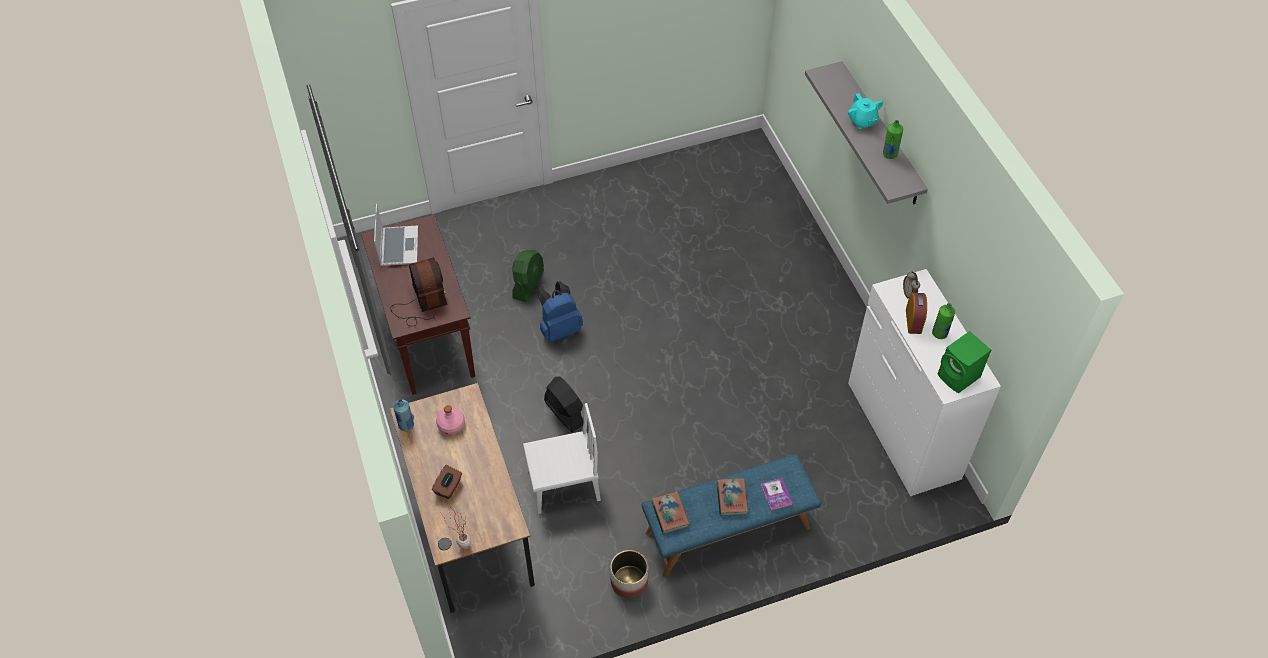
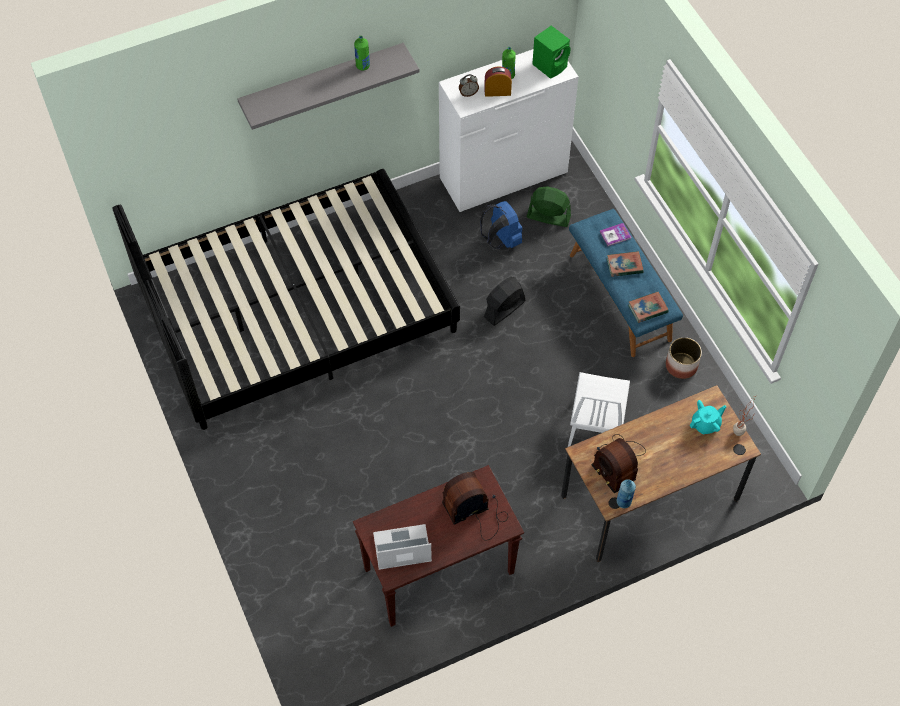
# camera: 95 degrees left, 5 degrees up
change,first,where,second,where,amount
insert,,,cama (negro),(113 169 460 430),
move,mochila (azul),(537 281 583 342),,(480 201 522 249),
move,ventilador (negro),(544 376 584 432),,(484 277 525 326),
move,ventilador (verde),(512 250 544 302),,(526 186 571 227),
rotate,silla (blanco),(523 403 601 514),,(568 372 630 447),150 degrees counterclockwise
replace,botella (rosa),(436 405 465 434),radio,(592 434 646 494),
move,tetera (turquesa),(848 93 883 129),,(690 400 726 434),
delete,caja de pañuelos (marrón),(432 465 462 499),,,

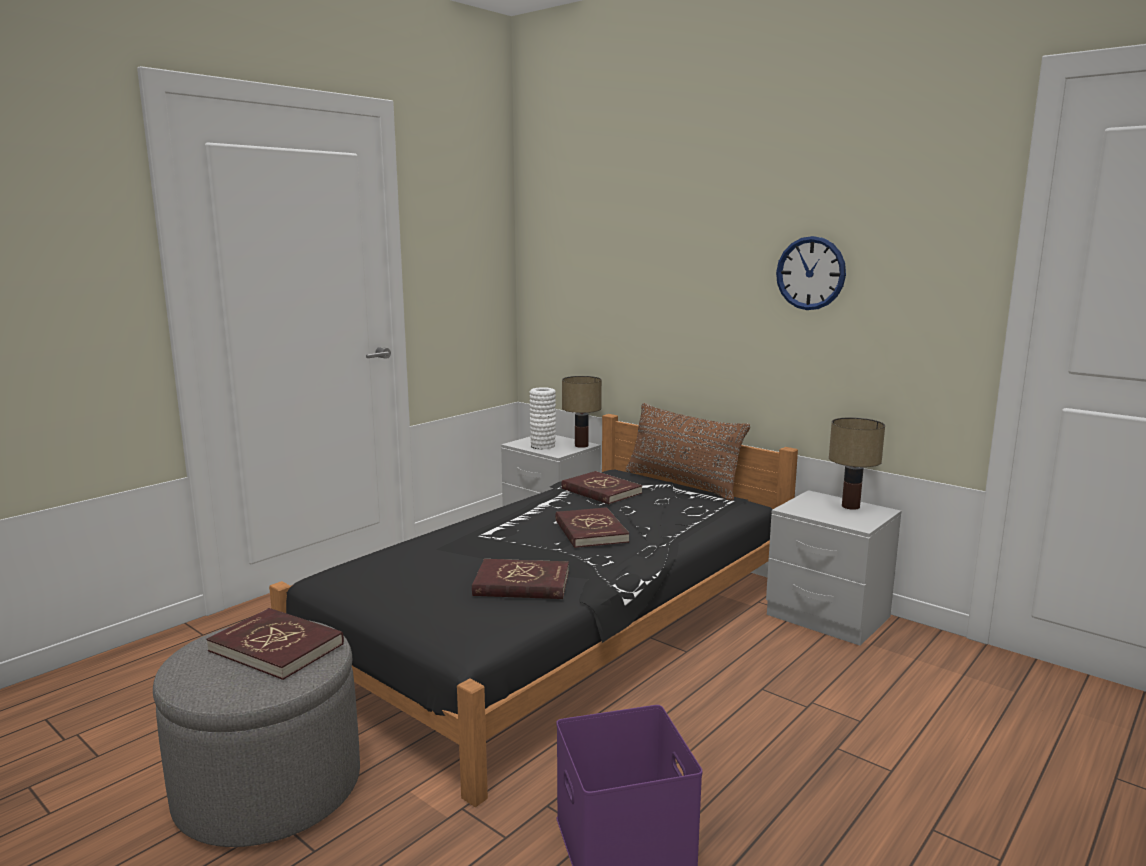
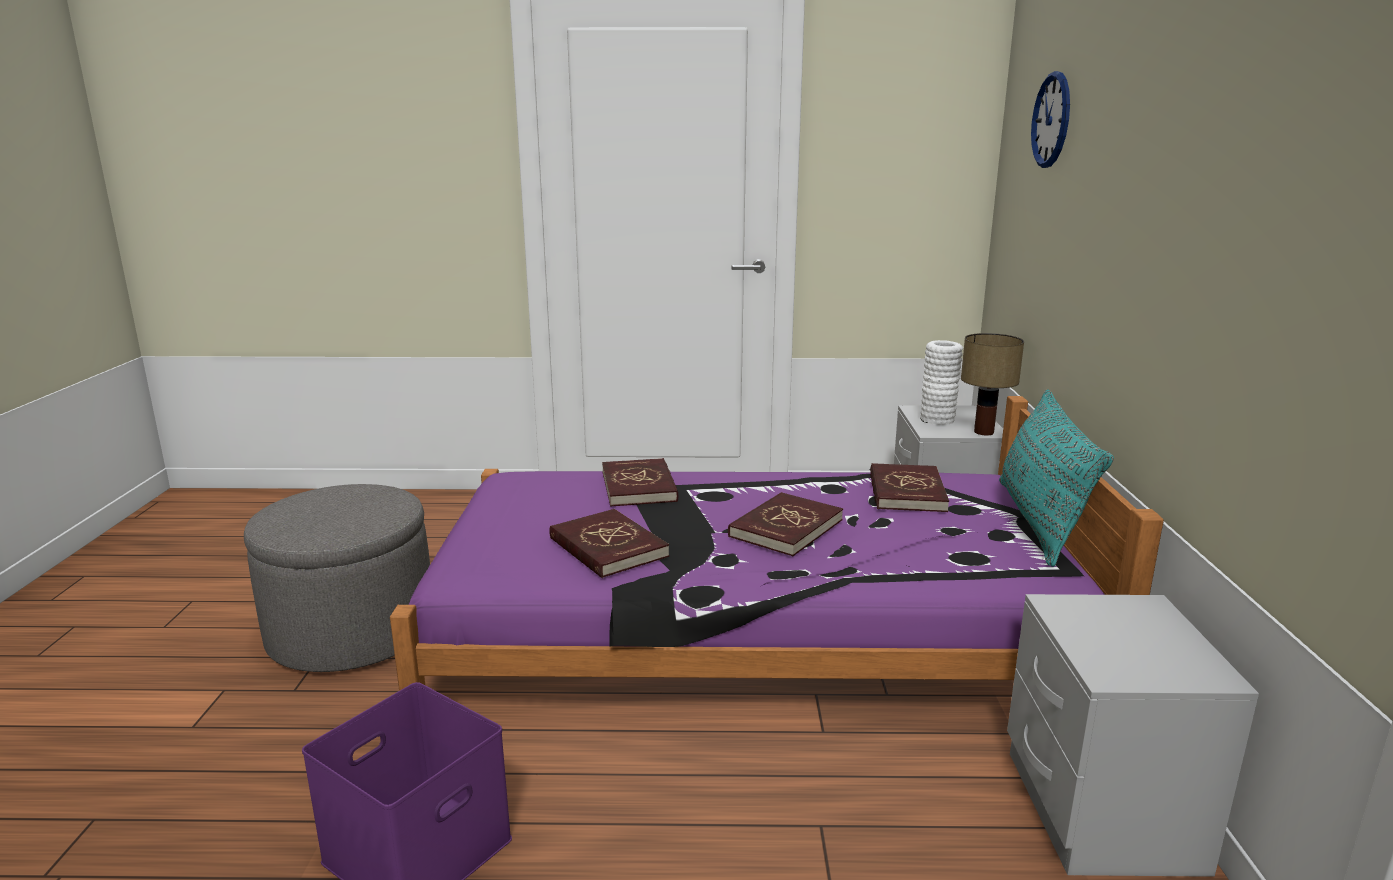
# camera: 50 degrees right, 5 degrees up
change,first,where,second,where,amount
recolor,cama (negro),(269 414 798 807),cama (morado),(390 396 1164 691),
move,libro (rojo),(206 608 344 680),,(602 458 678 507),
recolor,cojín (marrón),(626 403 750 501),cojín (turquesa),(999 389 1114 567),
move,reloj de pared,(776 236 846 310),,(1031 71 1070 168),
delete,lámpara de mesa,(829 417 885 510),,,

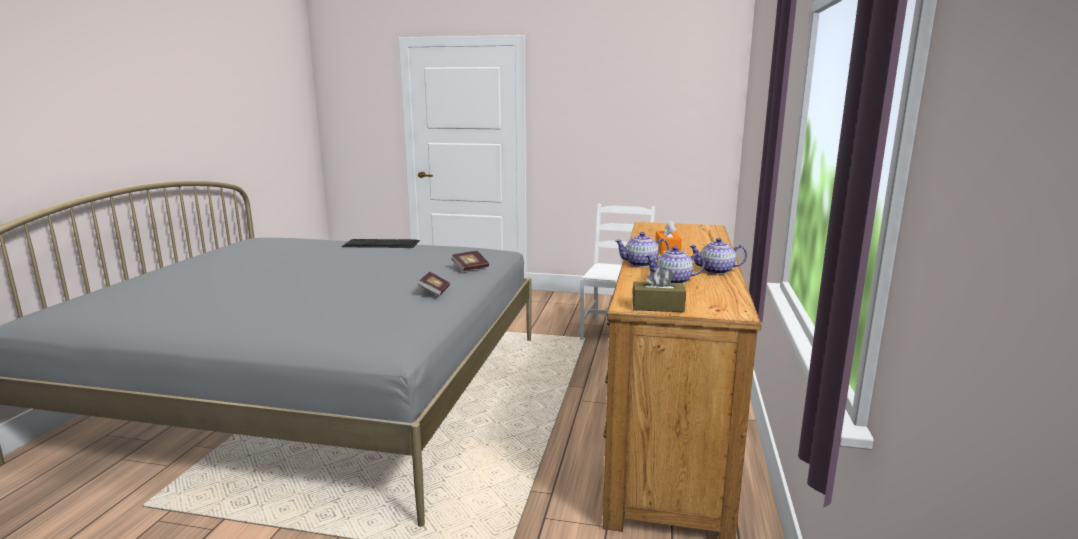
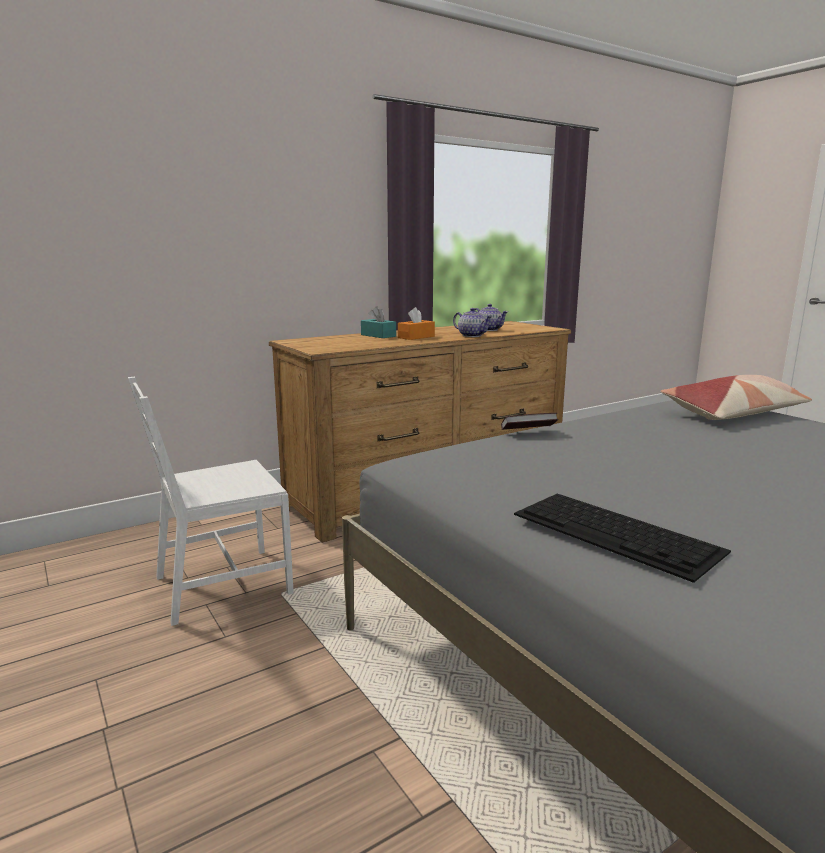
# camera: 135 degrees left, 0 degrees up
change,first,where,second,where,amount
insert,,,caja de pañuelos (turquesa),(361 306 396 338),
insert,,,cojín,(660 375 812 420),
delete,libro,(418 272 450 296),,,
delete,caja de pañuelos (marrón),(632 266 686 312),,,
delete,tetera,(689 238 747 275),,,

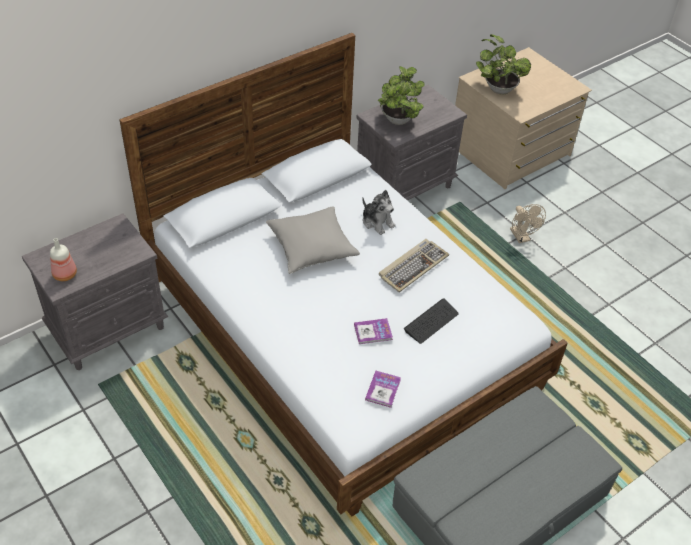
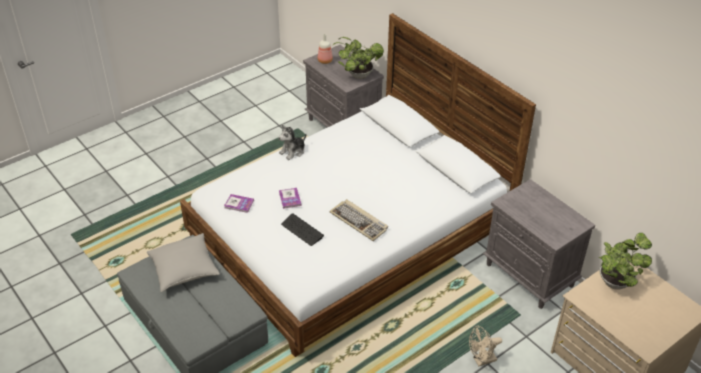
# camera: 90 degrees right, 5 degrees down
change,first,where,second,where,amount
move,cojín (gris),(266 207 360 274),,(147 233 220 292),
move,peluche,(362 190 395 235),,(278 125 306 160),
move,planta en maceta,(378 66 425 125),,(332 37 384 79),

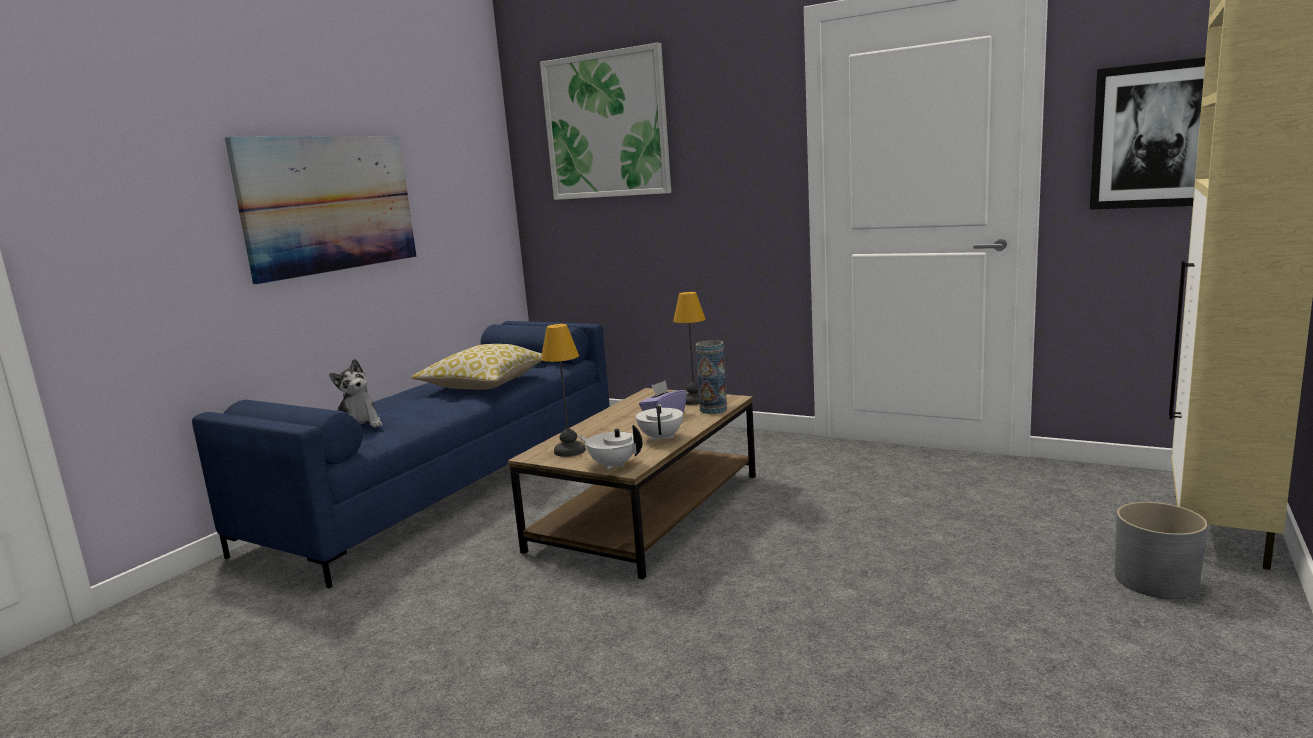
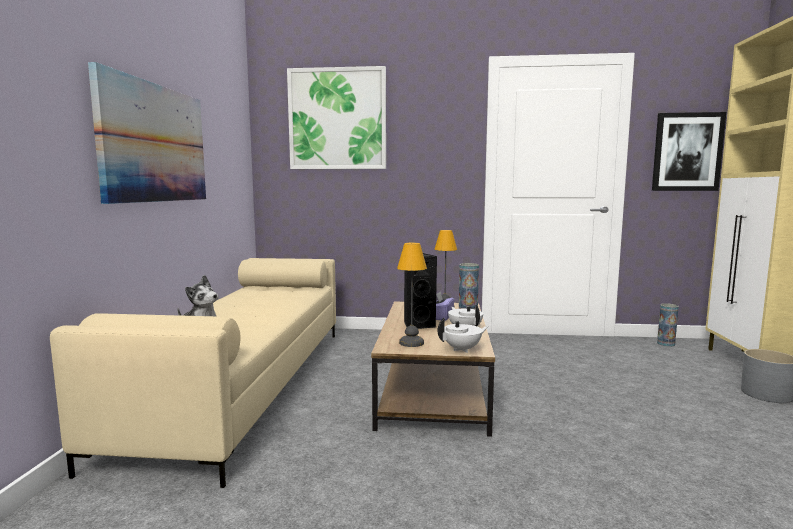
# camera: 25 degrees left, 5 degrees down
change,first,where,second,where,amount
recolor,sofá (azul),(192 321 610 588),sofá (beis),(50 258 336 488),
insert,,,altavoz (negro),(404 253 437 329),
rotate,tetera (blanco),(578 425 643 470),,(438 318 489 353),150 degrees clockwise
insert,,,florero,(657 303 679 347),
delete,cojín,(411 344 542 390),,,

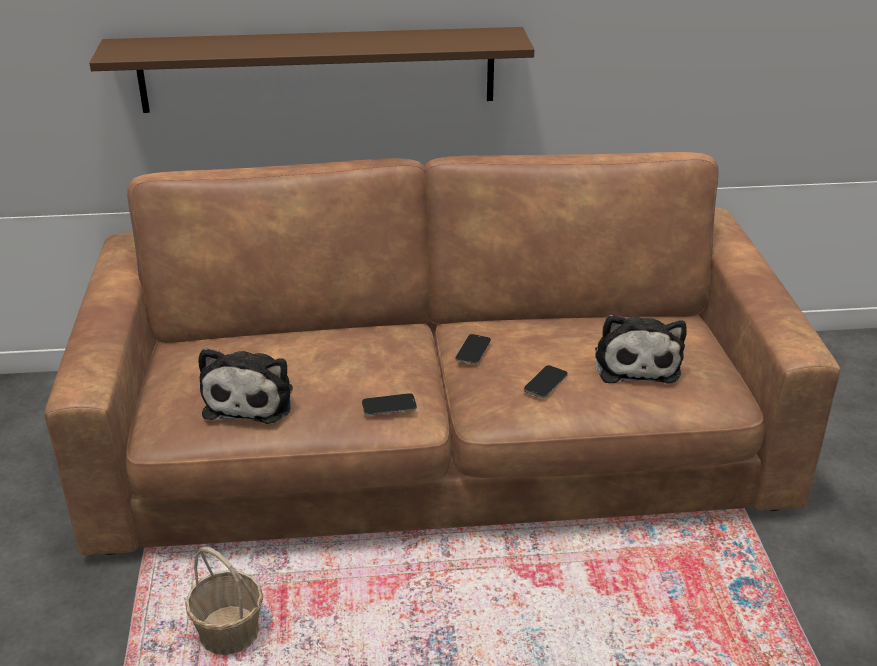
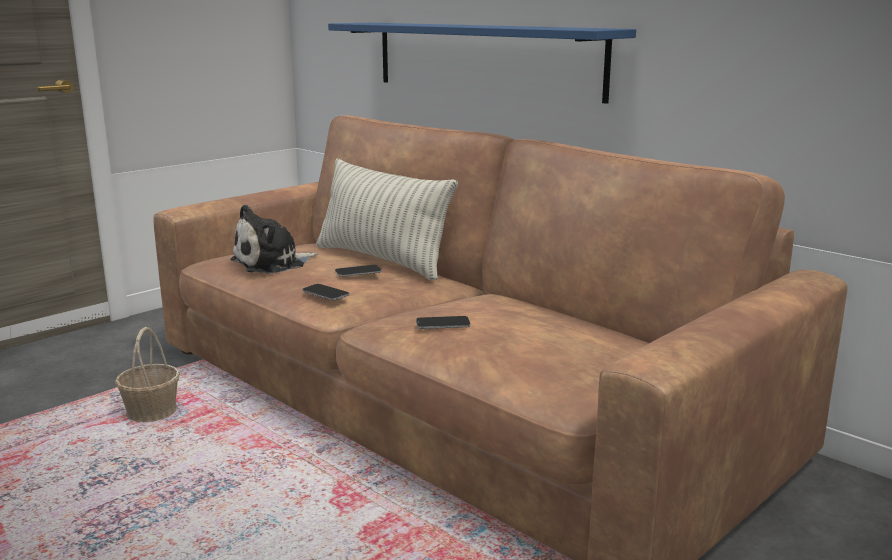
# camera: 50 degrees right, 15 degrees down
change,first,where,second,where,amount
insert,,,cojín,(316 159 458 280),
recolor,estante (marrón),(89 27 534 113),estante (azul),(328 23 636 104),
move,móvil,(455 334 491 364),,(335 265 382 277),
delete,peluche,(595 315 687 384),,,

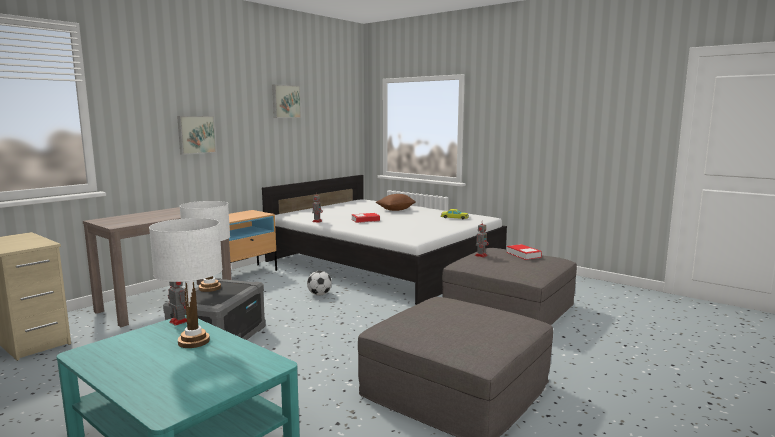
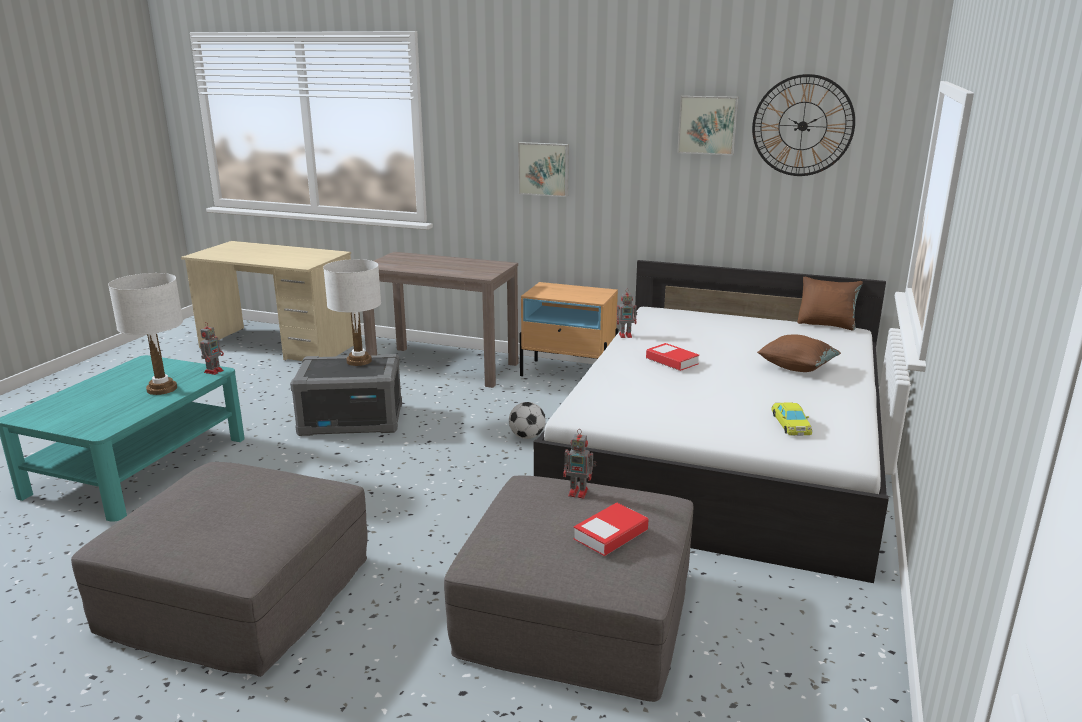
# camera: 70 degrees right, 10 degrees up
change,first,where,second,where,amount
insert,,,reloj de pared,(752 74 855 176),
insert,,,cojín (marrón),(797 277 863 330),

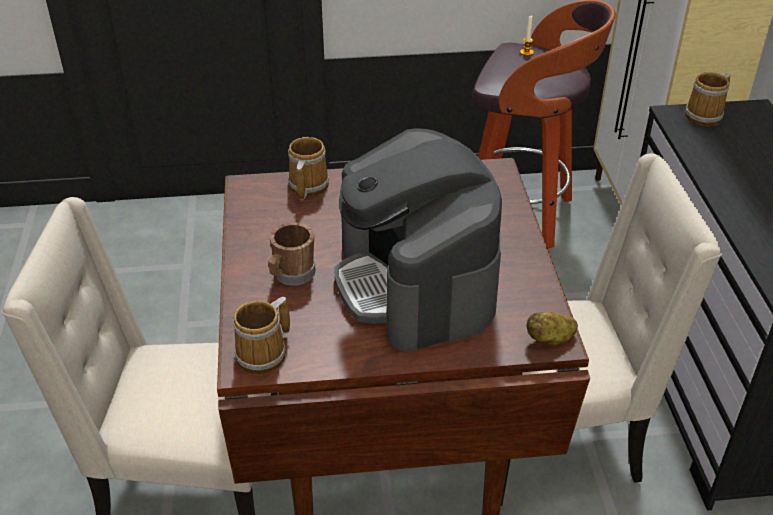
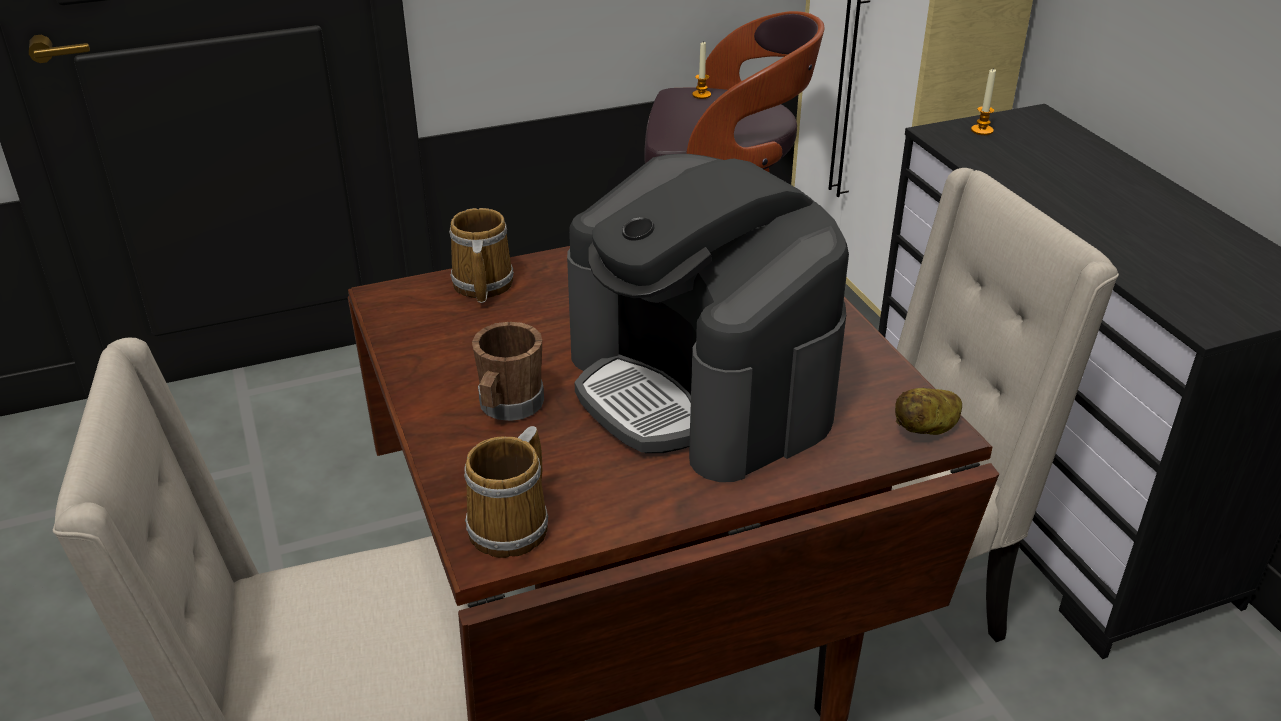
# camera: 15 degrees left, 5 degrees down
change,first,where,second,where,amount
replace,taza grande,(685 72 730 126),vela,(971 69 996 135),

